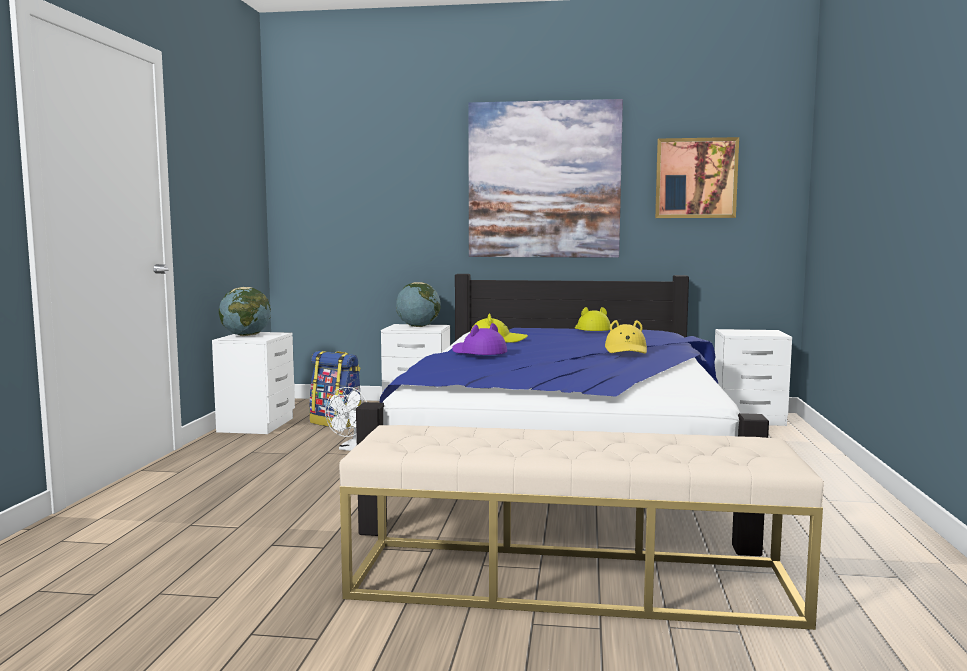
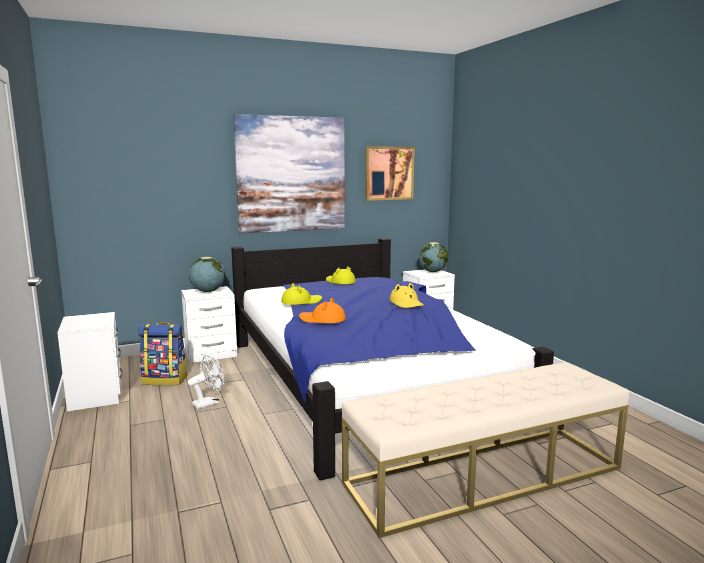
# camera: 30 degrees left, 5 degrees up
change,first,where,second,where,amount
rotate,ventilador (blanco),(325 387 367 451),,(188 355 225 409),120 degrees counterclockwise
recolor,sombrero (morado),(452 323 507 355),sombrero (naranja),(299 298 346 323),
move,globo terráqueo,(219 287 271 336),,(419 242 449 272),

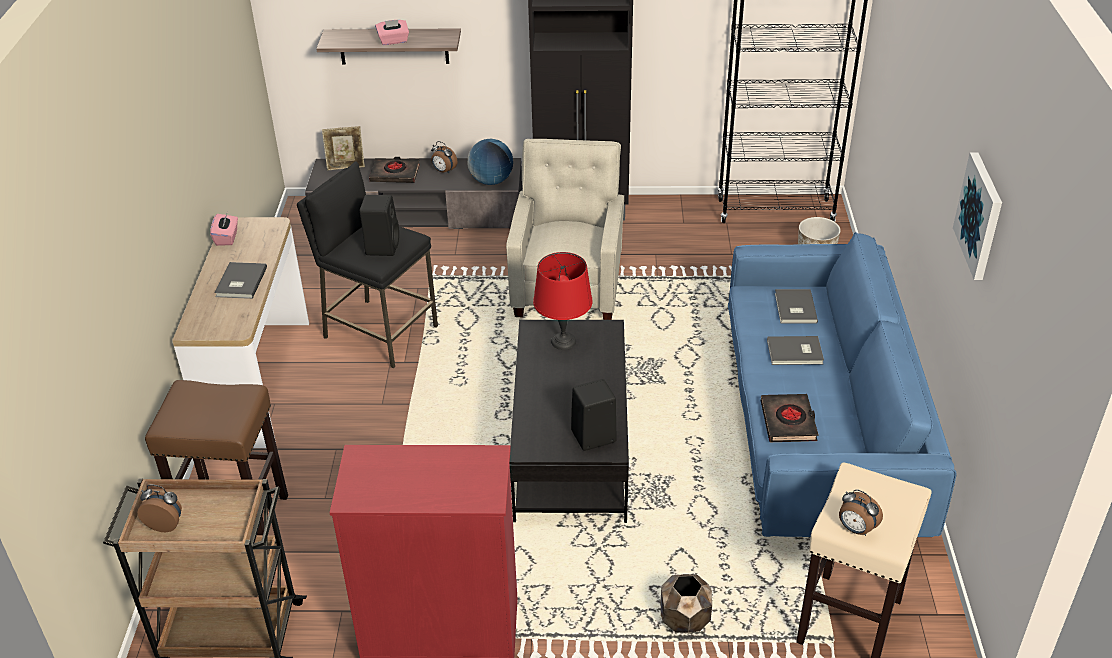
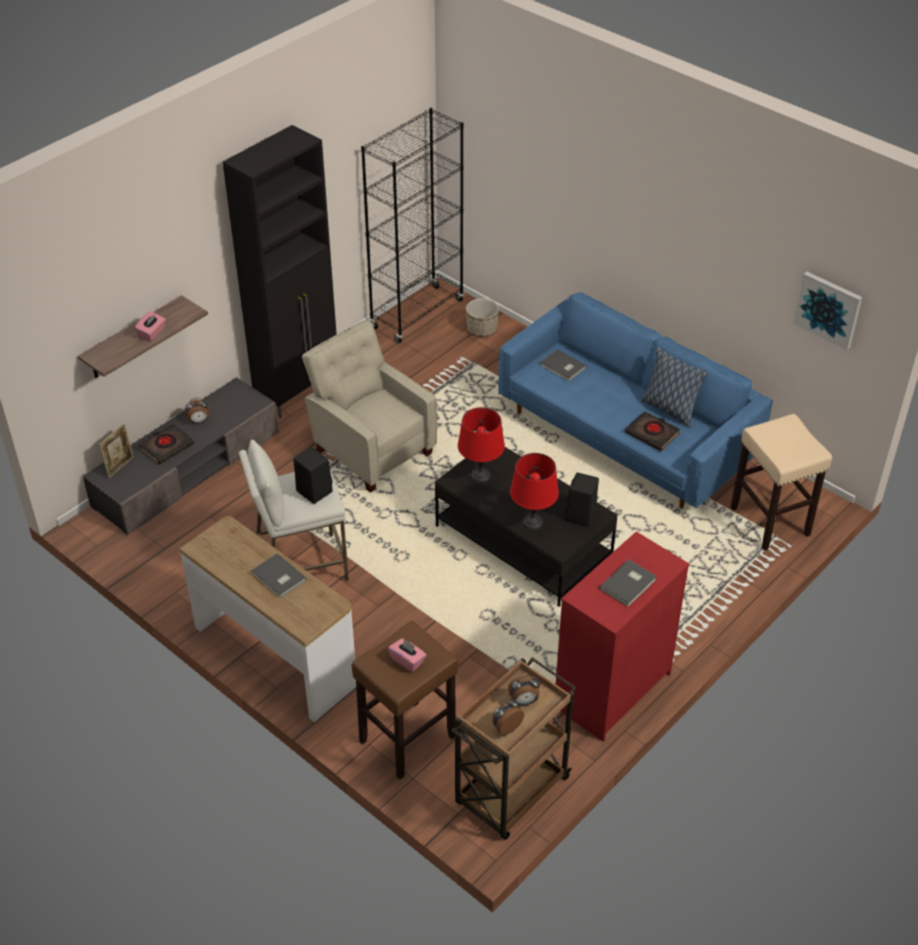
# camera: 50 degrees left, 5 degrees up
change,first,where,second,where,amount
recolor,taburete (negro),(297 162 438 368),taburete (blanco),(239 440 349 581),
move,caja de pañuelos (rosa),(210 214 238 246),,(388 638 426 672),
move,despertador,(839 490 883 536),,(508 675 540 705),
insert,,,lámpara de mesa (rojo),(510 453 559 530),
move,libro (gris),(767 336 824 365),,(599 559 657 607),
insert,,,cojín,(641 347 708 427),
move,cuadro,(953 152 1002 280),,(794 272 862 350),
delete,globo terráqueo,(468 139 513 185),,,
delete,maceta (marrón),(661 574 712 633),,,

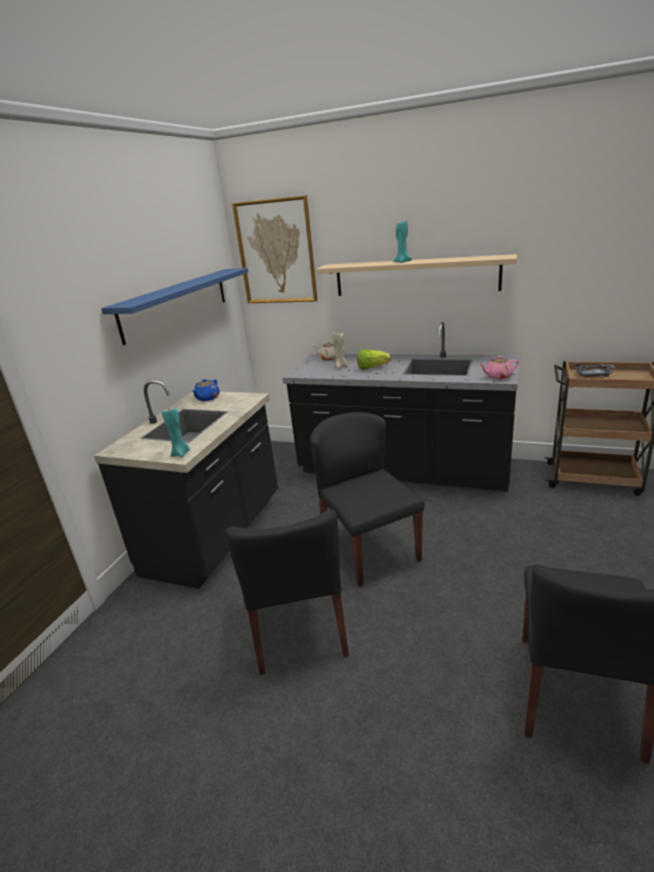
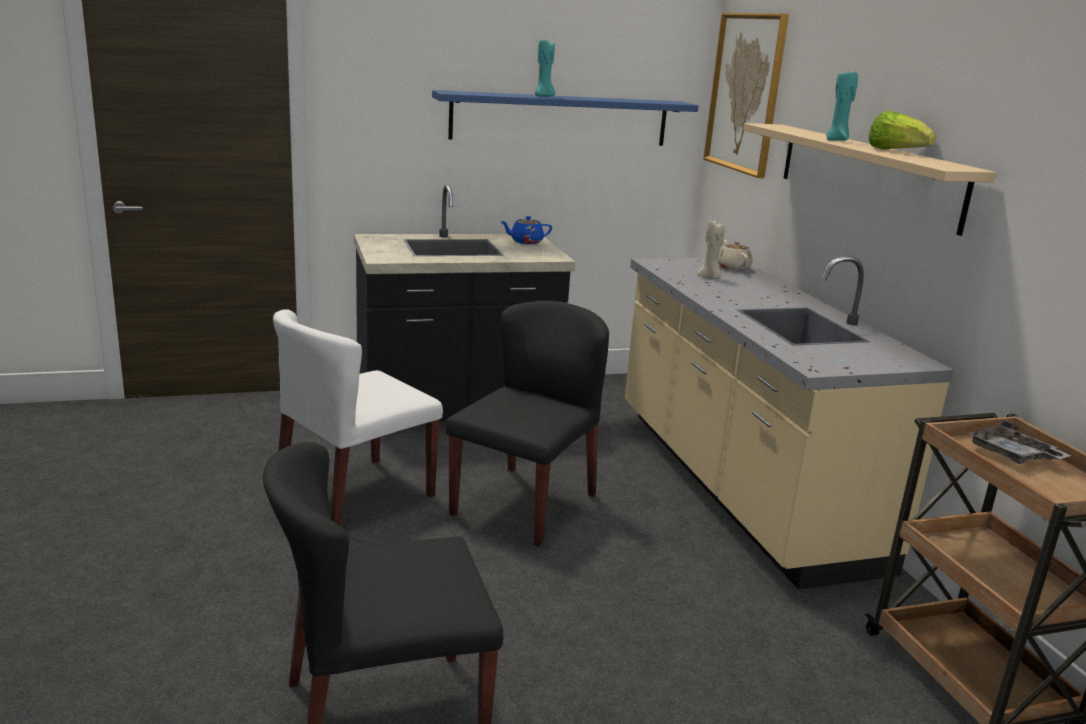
# camera: 50 degrees right, 5 degrees down
change,first,where,second,where,amount
recolor,silla (negro),(226 509 349 675),silla (blanco),(273 309 443 526),
move,vela (turquesa),(162 407 190 457),,(535 40 555 96),
recolor,mueble bajo de cocina (negro),(282 321 519 492),mueble bajo de cocina (beis),(625 256 954 589),
move,lechuga,(357 349 391 369),,(868 111 936 150),
delete,tetera (rosa),(479 356 519 379),,,

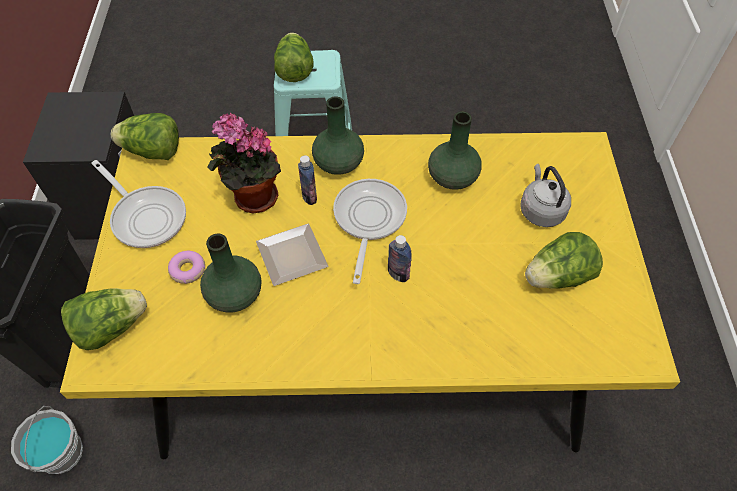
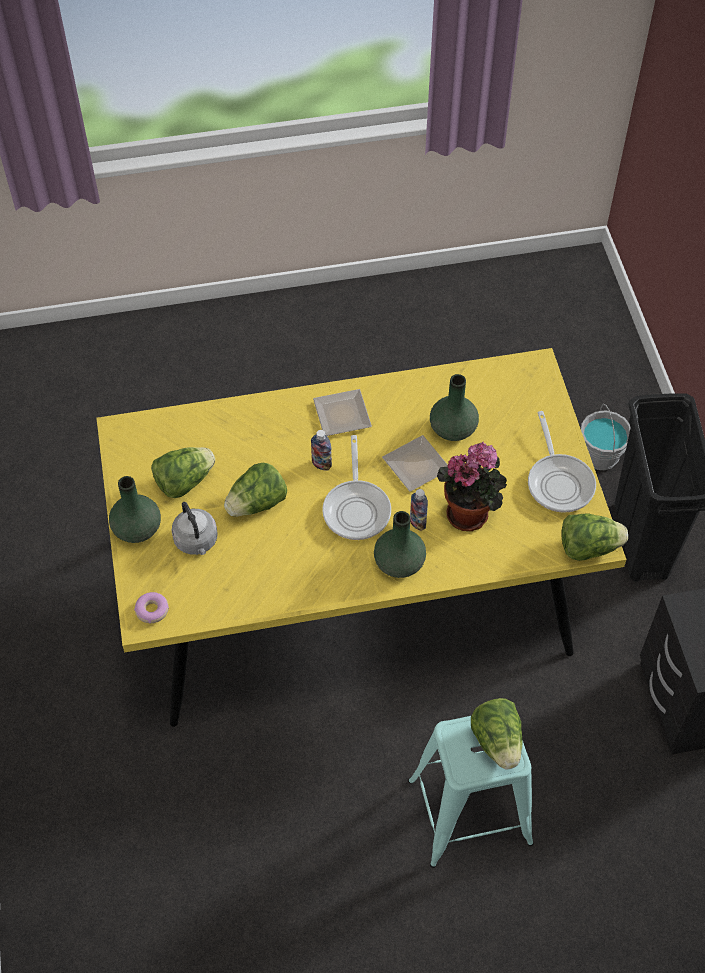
# camera: 170 degrees right, 0 degrees up
change,first,where,second,where,amount
move,florero (verde),(428 111 482 190),,(109 476 161 543),
move,rosquilla,(168 251 205 284),,(134 592 169 623),
move,lechuga,(61 288 147 350),,(224 463 287 517),
insert,,,plato,(313 389 372 436),
rotate,sartén,(91 160 186 248),,(528 411 596 513),135 degrees counterclockwise

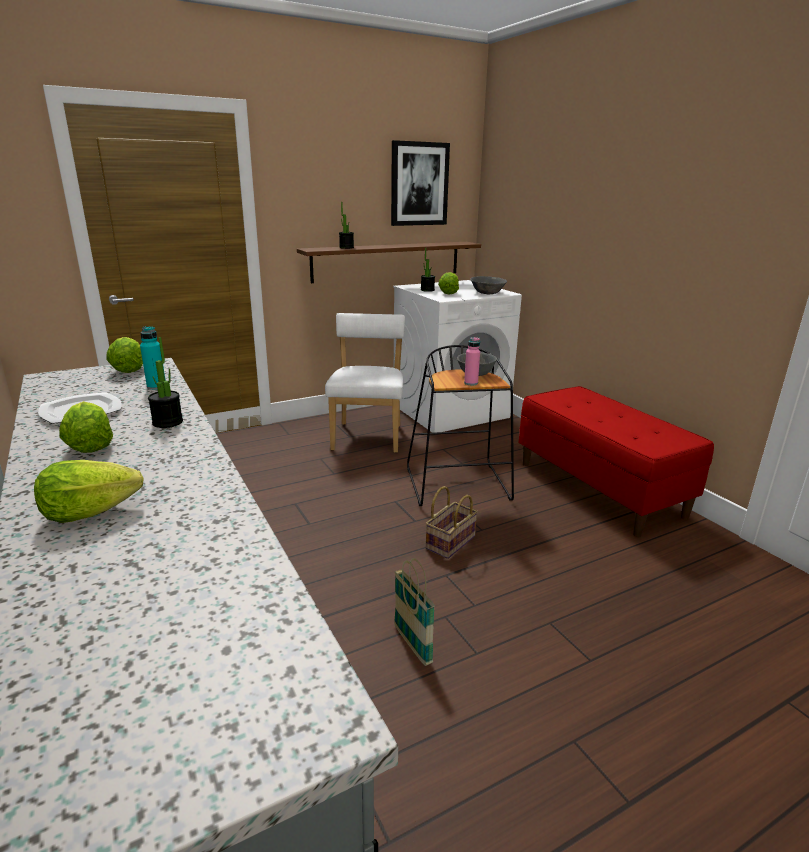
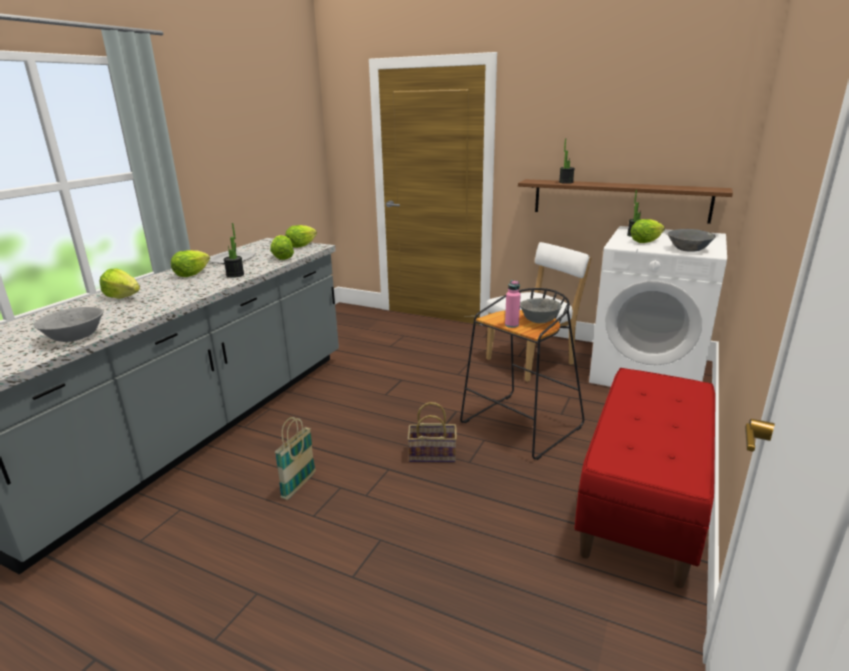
# camera: 55 degrees right, 0 degrees up
change,first,where,second,where,amount
insert,,,cuenco (gris),(34 307 103 342),
replace,botella (turquesa),(140 326 166 390),lechuga,(270 235 294 260),
delete,cuadro,(391 140 450 226),,,

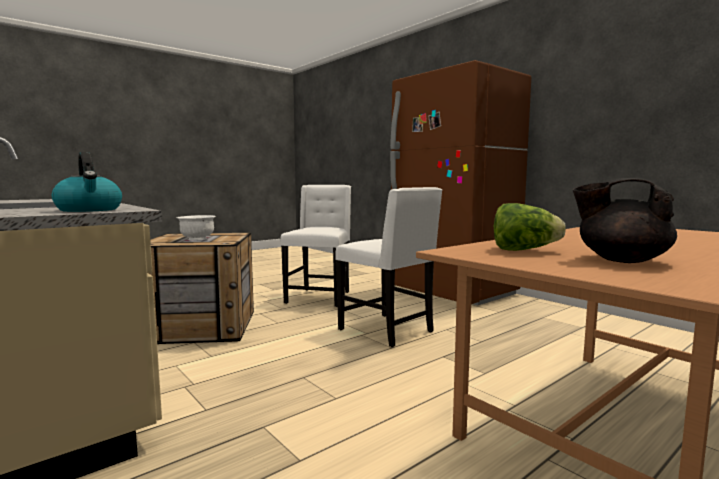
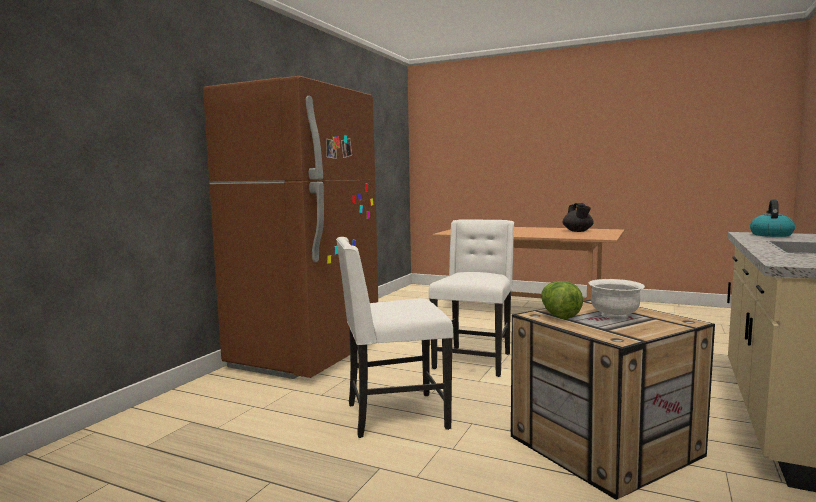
# camera: 115 degrees left, 0 degrees up
change,first,where,second,where,amount
move,lechuga,(494 203 566 251),,(541 281 583 319),

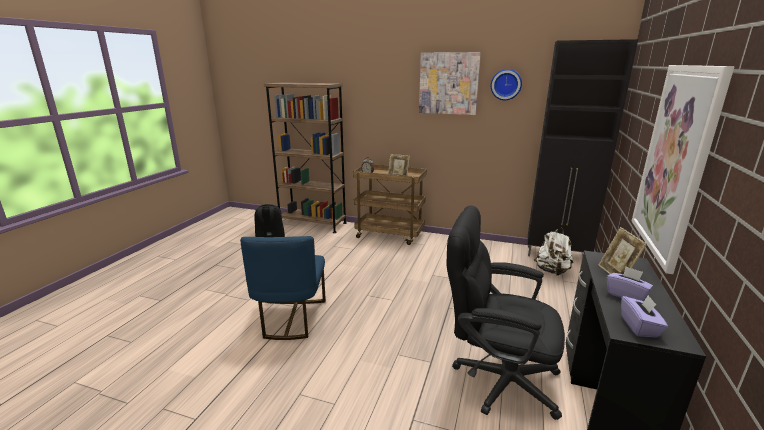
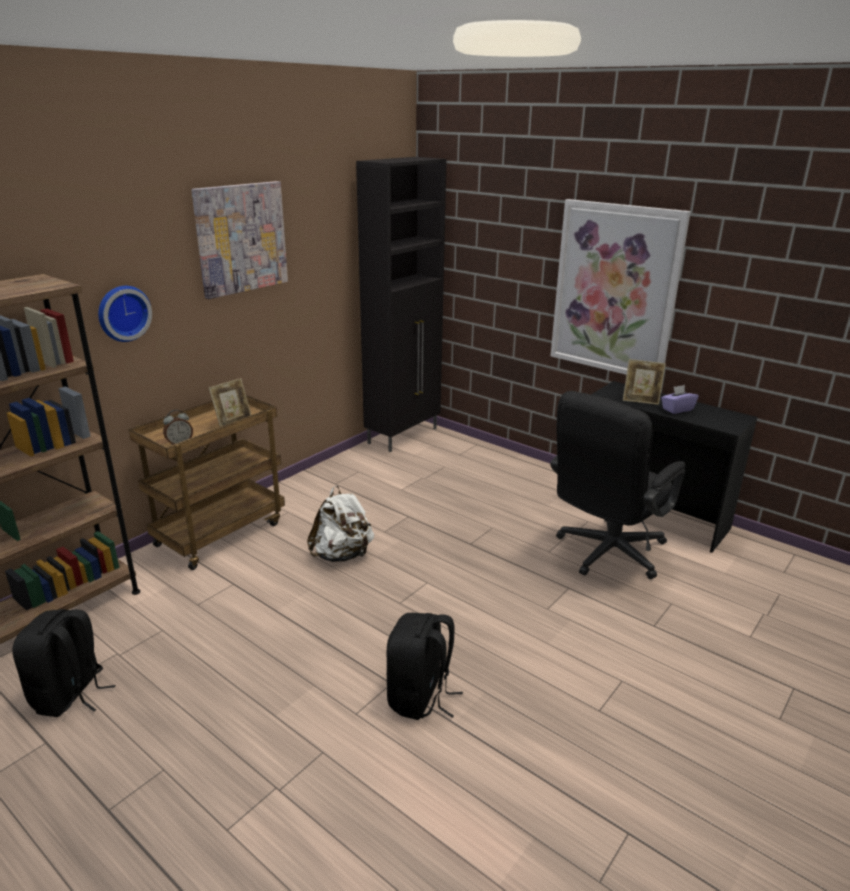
# camera: 70 degrees left, 5 degrees up
change,first,where,second,where,amount
move,reloj de pared,(491 69 522 100),,(98 286 152 342),
move,mochila (blanco),(534 228 574 276),,(307 486 374 562),
replace,silla (azul),(240 236 326 340),mochila (negro),(386 613 463 720),
delete,caja de pañuelos (morado),(621 295 668 338),,,

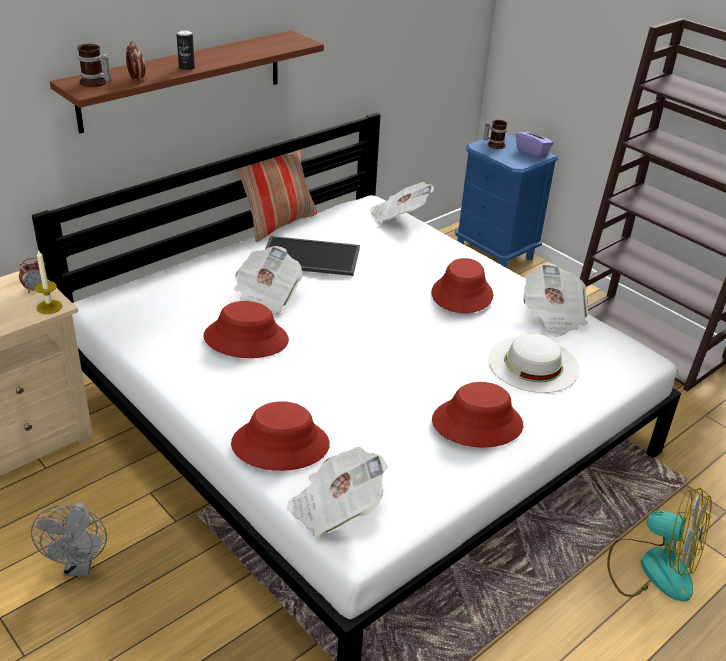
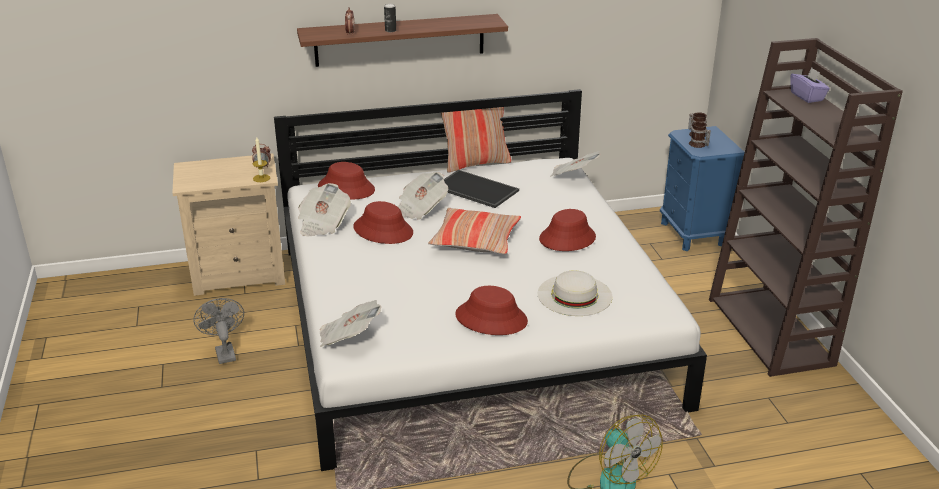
# camera: 30 degrees right, 5 degrees down
change,first,where,second,where,amount
rotate,ventilador (gris),(31 502 107 576),,(194 298 244 364),135 degrees clockwise
move,periódico,(523 263 588 337),,(298 183 351 236),
move,sombrero (rojo),(231 401 330 471),,(318 162 375 200),
insert,,,cojín,(428 208 521 254),
move,taza grande,(77 44 111 87),,(689 121 711 148),
move,caja de pañuelos (morado),(516 125 554 158),,(790 67 830 103),

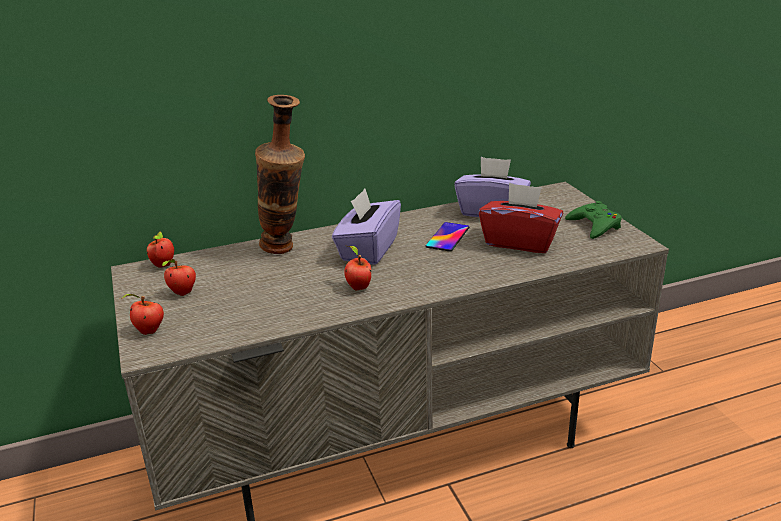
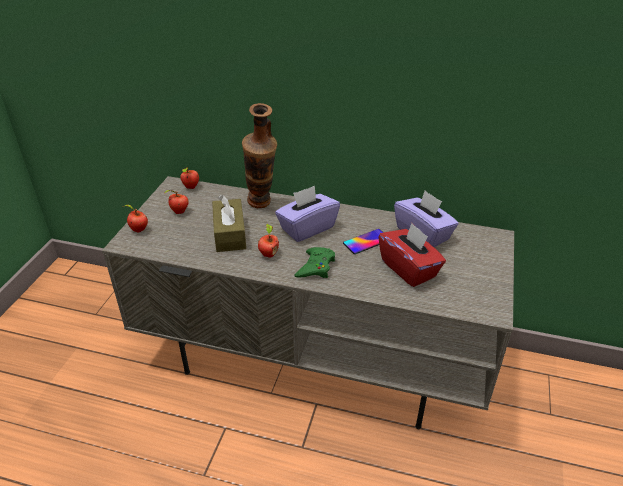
# camera: 35 degrees right, 10 degrees up
change,first,where,second,where,amount
insert,,,caja de pañuelos (marrón),(212 195 246 252),
move,mando de consola (verde),(565 201 622 239),,(294 247 335 278),

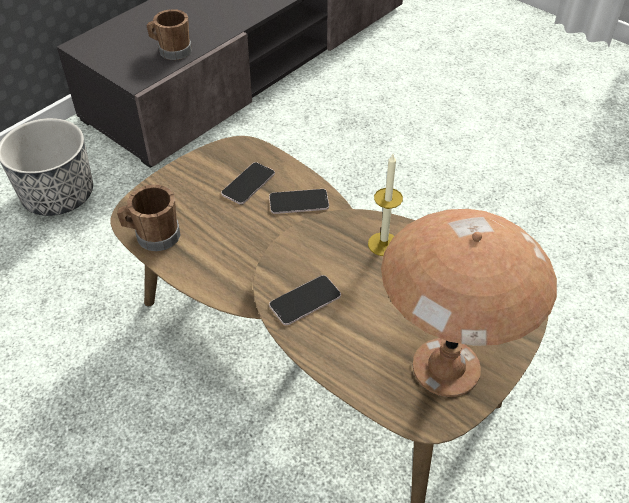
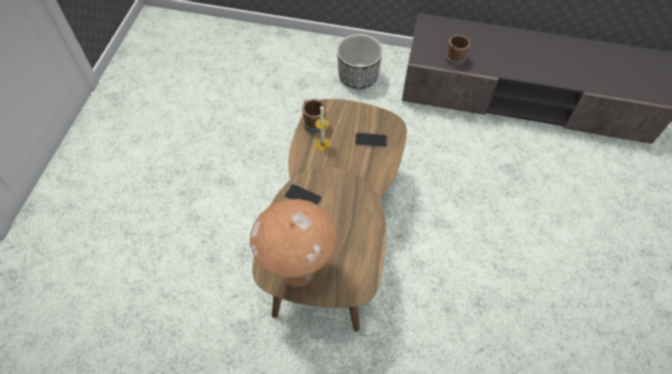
# camera: 60 degrees right, 10 degrees up
change,first,where,second,where,amount
move,vela,(368 154 403 256),,(315 106 330 151),
delete,móvil,(269 189 329 214),,,

